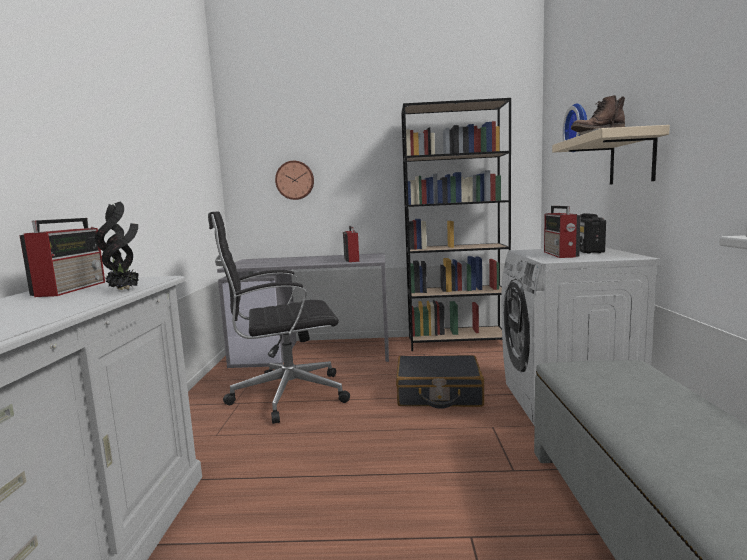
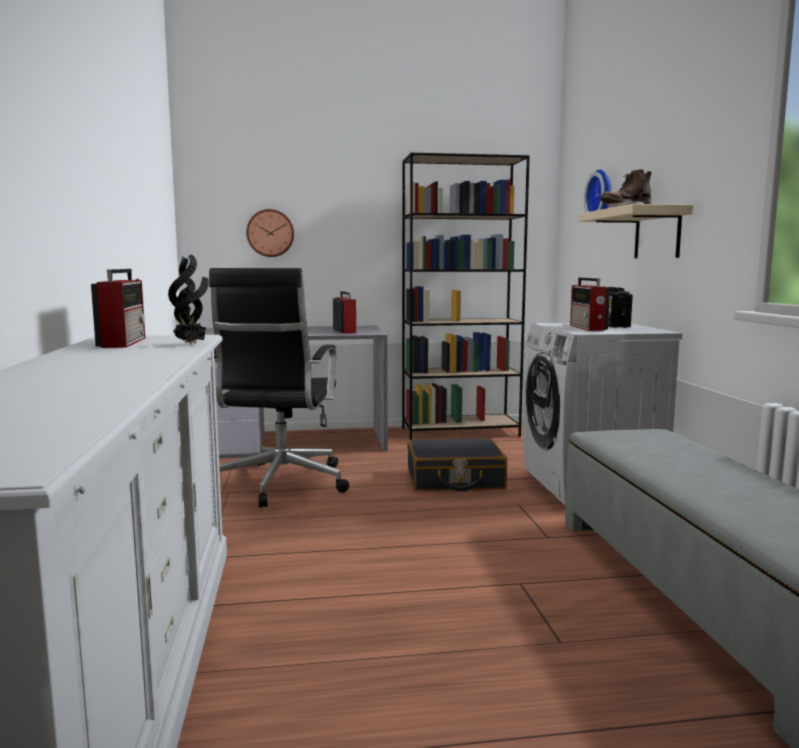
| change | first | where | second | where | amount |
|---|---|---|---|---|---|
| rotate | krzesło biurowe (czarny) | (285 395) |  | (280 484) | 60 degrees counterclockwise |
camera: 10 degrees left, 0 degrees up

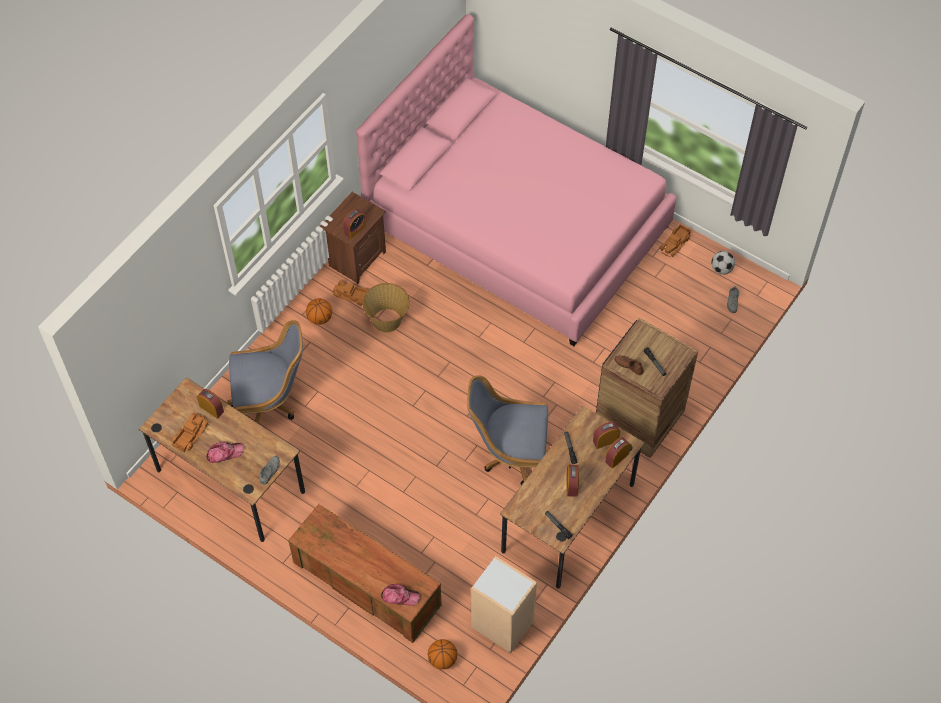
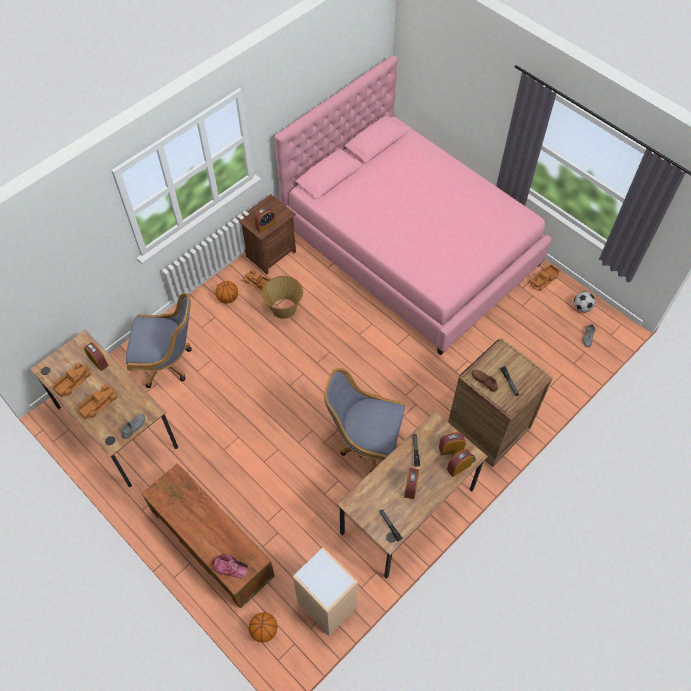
| change | first | where | second | where | amount |
|---|---|---|---|---|---|
| replace | czapka z daszkiem | (224 453) | ciężarówka zabawkowa | (98 403) |  |
camera: 10 degrees right, 0 degrees up

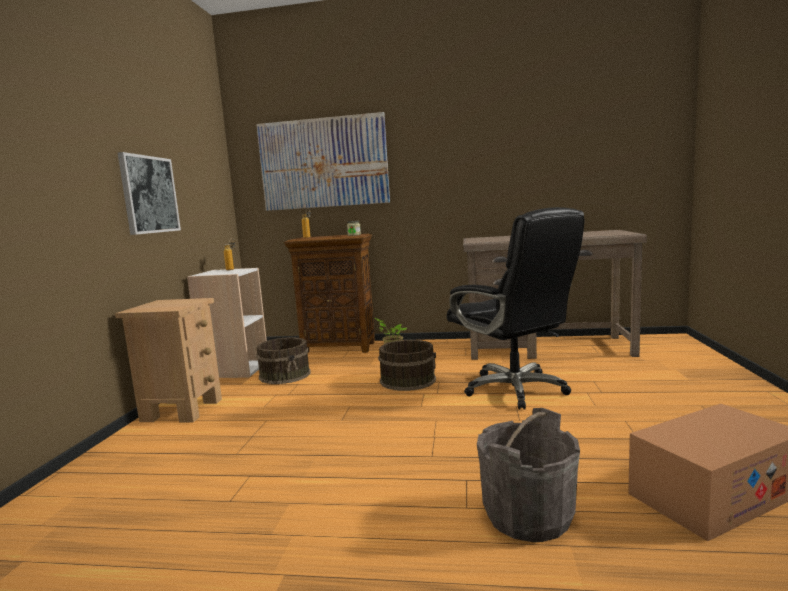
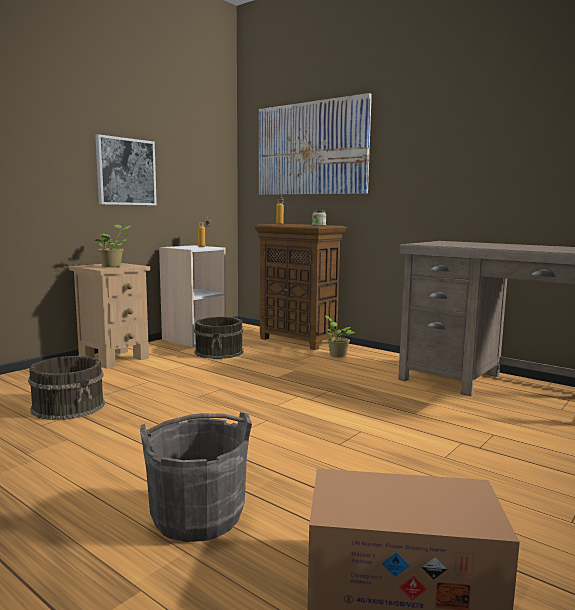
| change | first | where | second | where | amount |
|---|---|---|---|---|---|
| move | wiadro (brązowy) | (408 380) |  | (69 406) |  |
| delete | krzesło biurowe (czarny) | (513 388) |  |  |  |
| insert |  |  | roślina doniczkowa | (113 266) |  |
camera: 30 degrees right, 0 degrees up

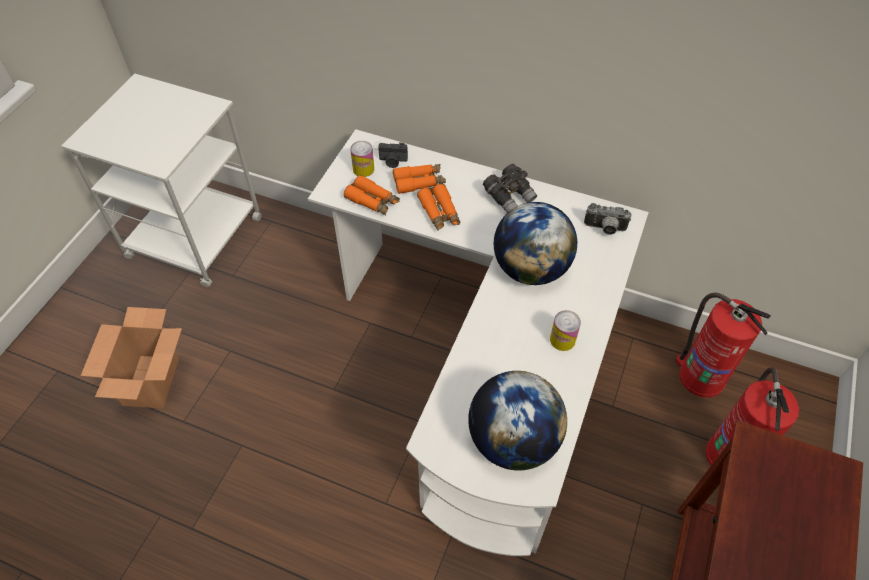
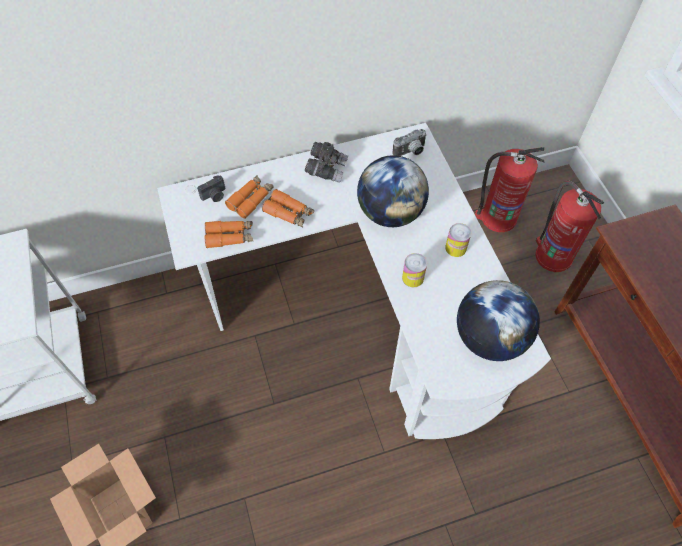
| change | first | where | second | where | amount |
|---|---|---|---|---|---|
| move | puszka | (363 169) |  | (413 278) |  |
camera: 40 degrees left, 5 degrees up

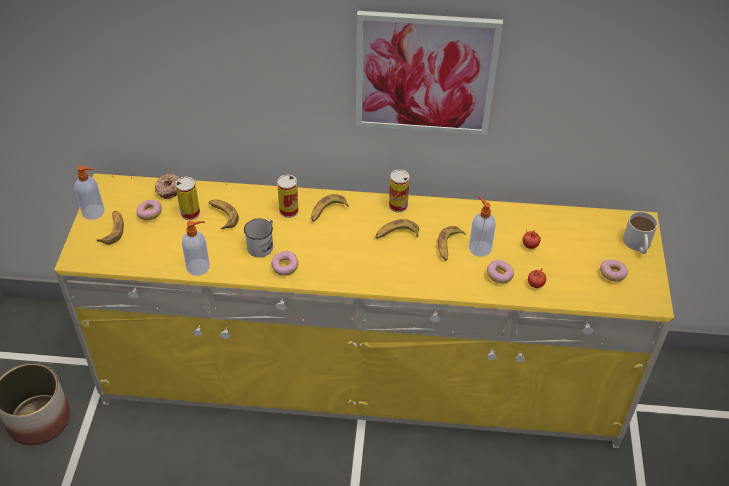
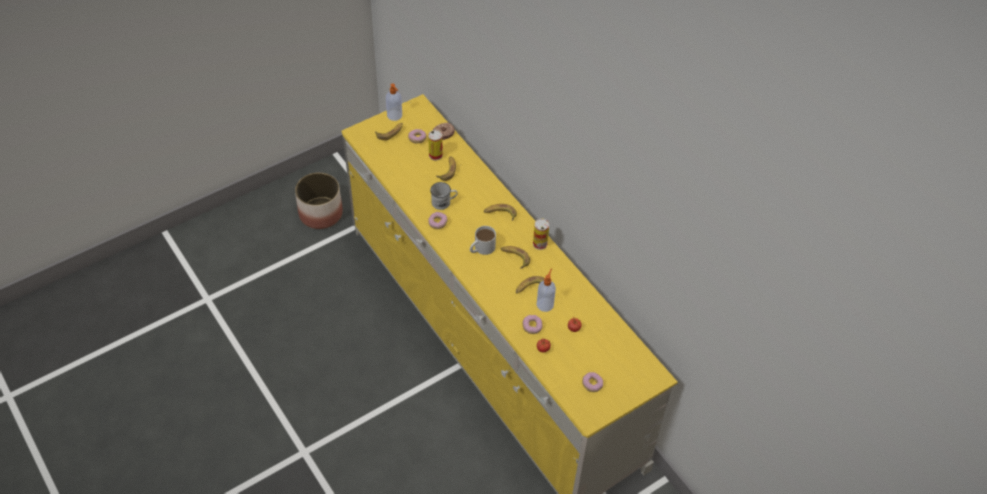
| change | first | where | second | where | amount |
|---|---|---|---|---|---|
| delete | dozownik mydła | (199 267) |  |  |  |
| delete | puszka | (289 211) |  |  |  |
| delete | obraz | (425 73) |  |  |  |
| move | kubek (biały) | (638 245) |  | (481 248) |  |
camera: 50 degrees right, 5 degrees up

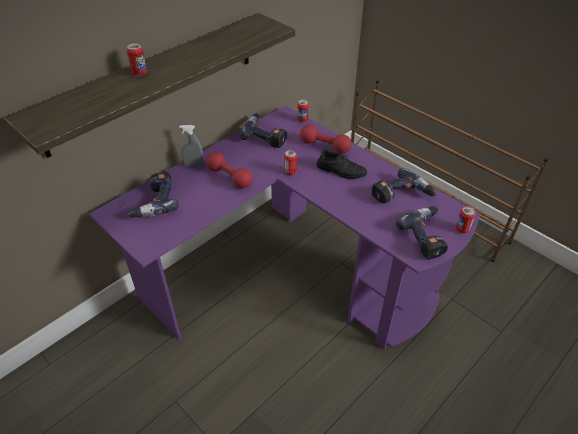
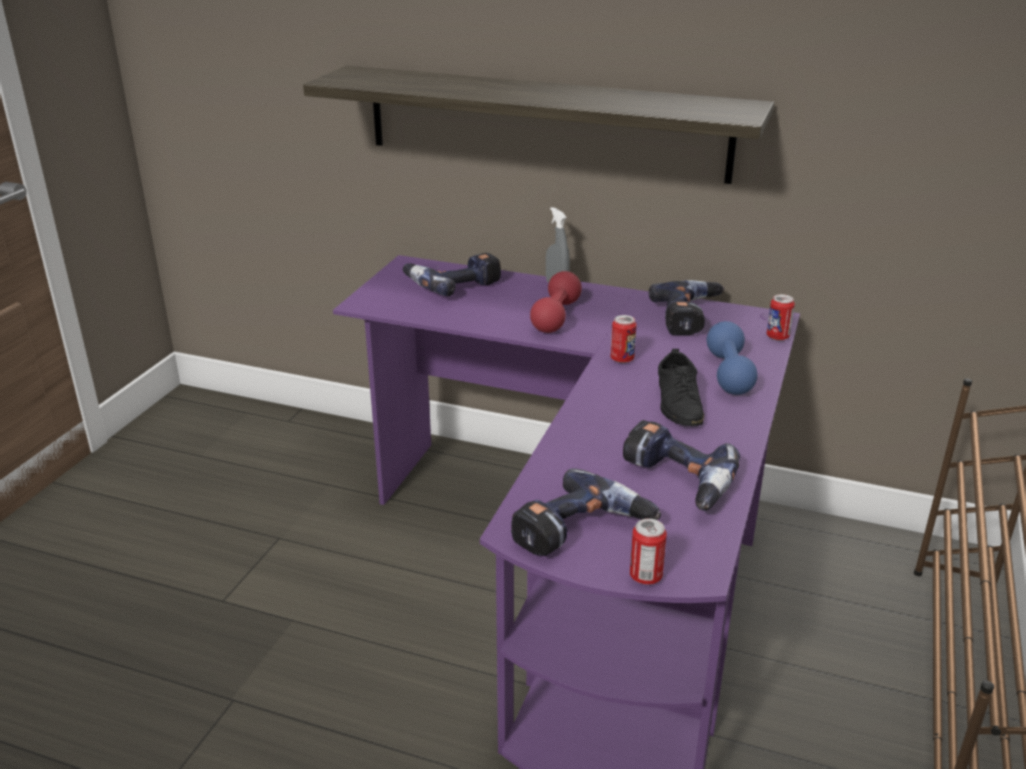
| change | first | where | second | where | amount |
|---|---|---|---|---|---|
| delete | puszka | (139 73) |  |  |  |
| recolor | hantel (czerwony) | (324 146) | hantel (niebieski) | (729 373) |  |
camera: 65 degrees right, 15 degrees down

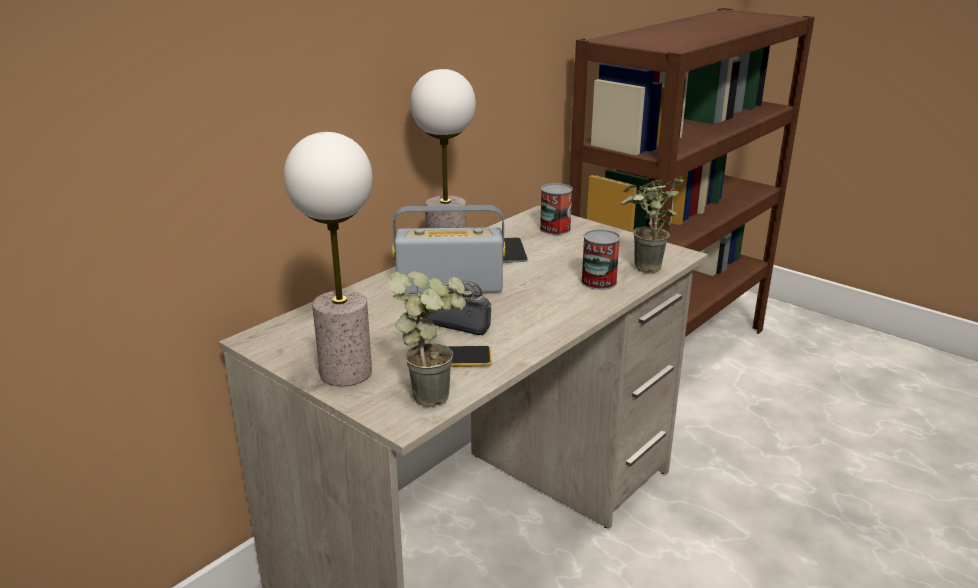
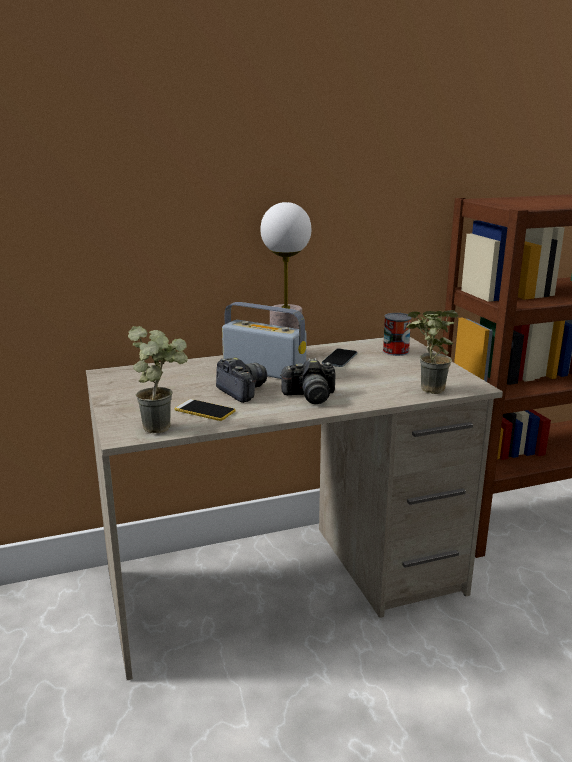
| change | first | where | second | where | amount |
|---|---|---|---|---|---|
| delete | lampa stołowa | (346 372) |  |  |  |
| delete | puszka | (598 282) |  |  |  |
| insert |  |  | aparat fotograficzny | (310 396) |  |
camera: 30 degrees right, 5 degrees down

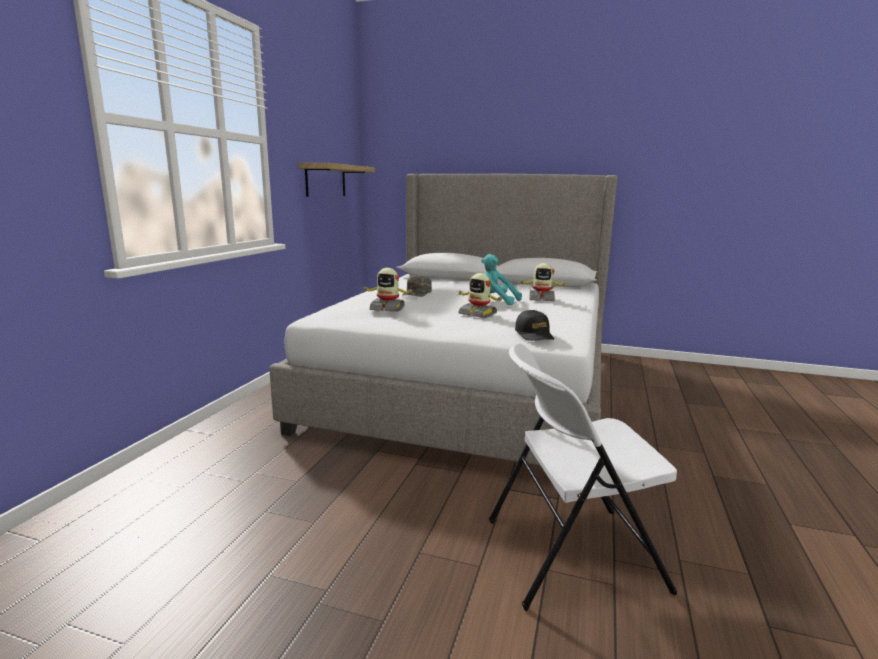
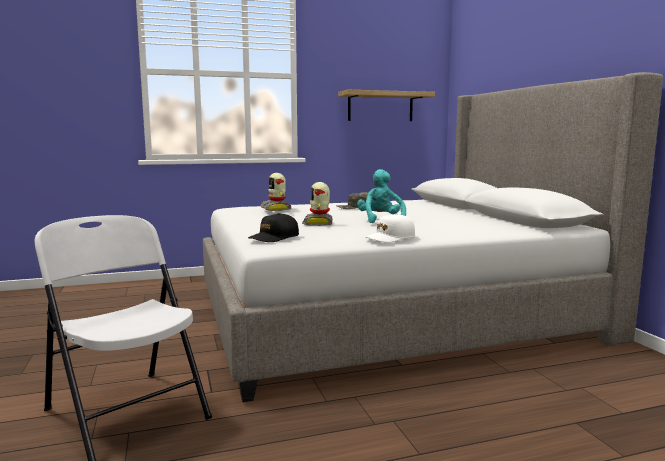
| change | first | where | second | where | amount |
|---|---|---|---|---|---|
| delete | robot zabawkowy | (541 299) |  |  |  |
| insert |  |  | czapka z daszkiem (biały) | (390 238) |  |
camera: 55 degrees right, 5 degrees down

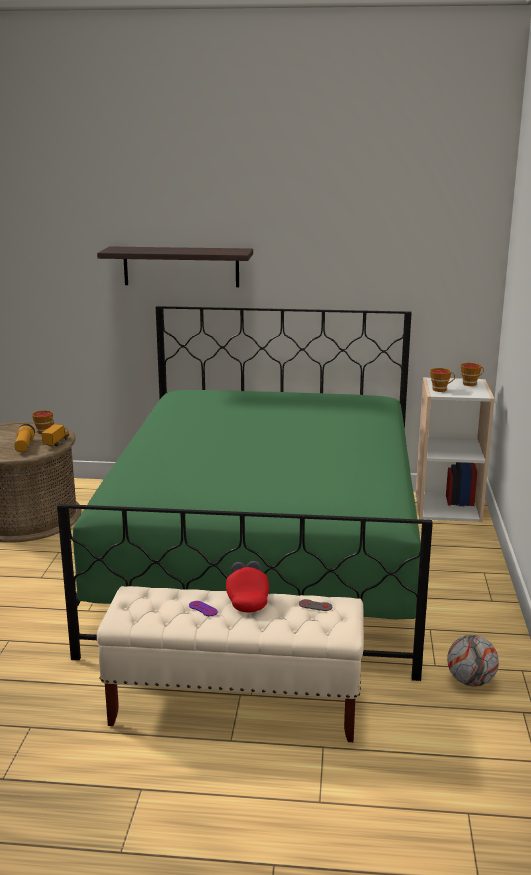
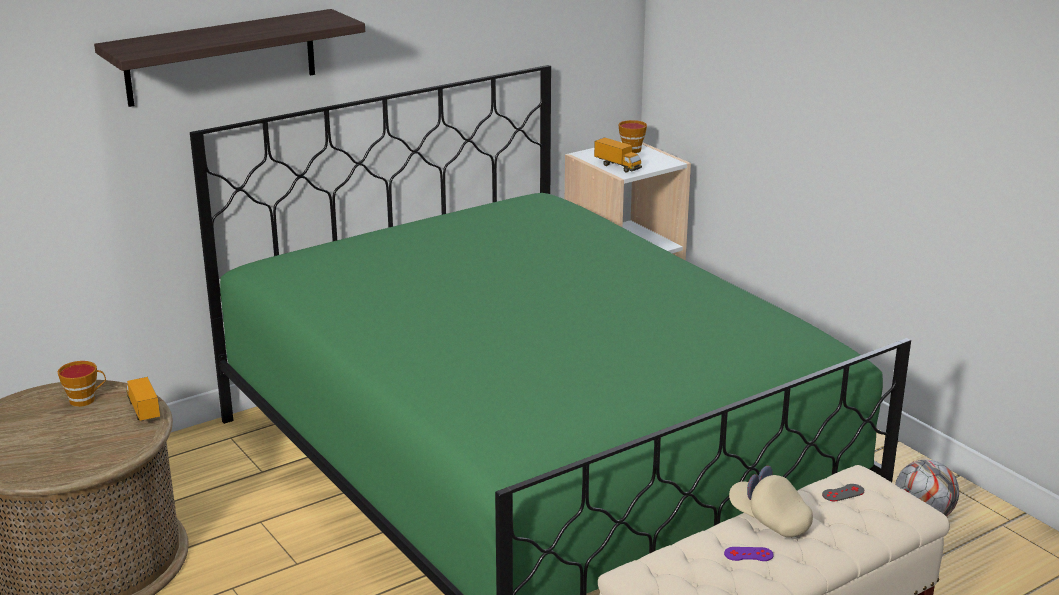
| change | first | where | second | where | amount |
|---|---|---|---|---|---|
| delete | latarka | (24 446) |  |  |  |
| recolor | czapka z daszkiem (czerwony) | (247 599) | czapka z daszkiem (beżowy) | (769 519) |  |
| replace | filiżanka | (441 389) | ciężarówka zabawkowa | (617 166) |  |
camera: 40 degrees left, 5 degrees up

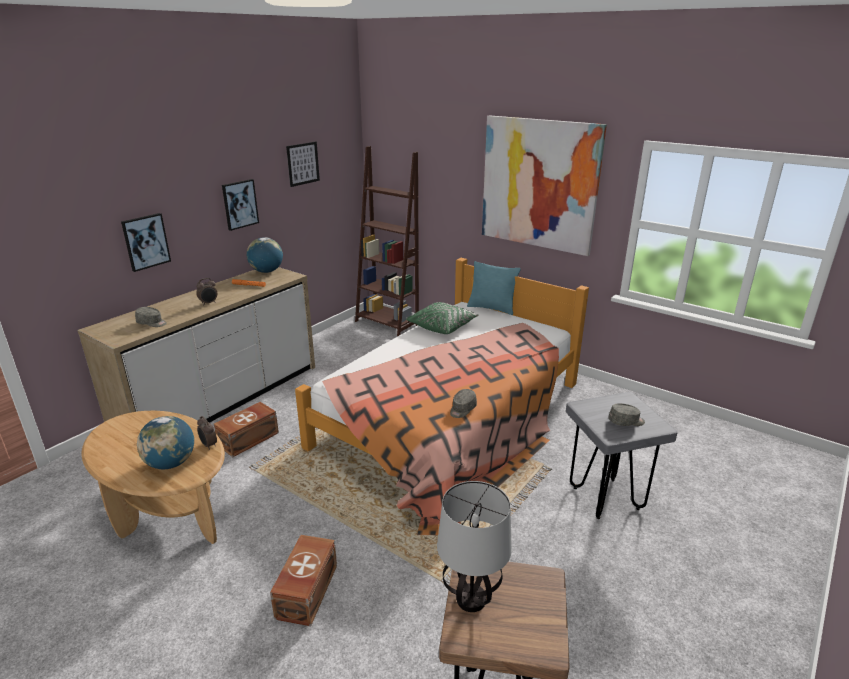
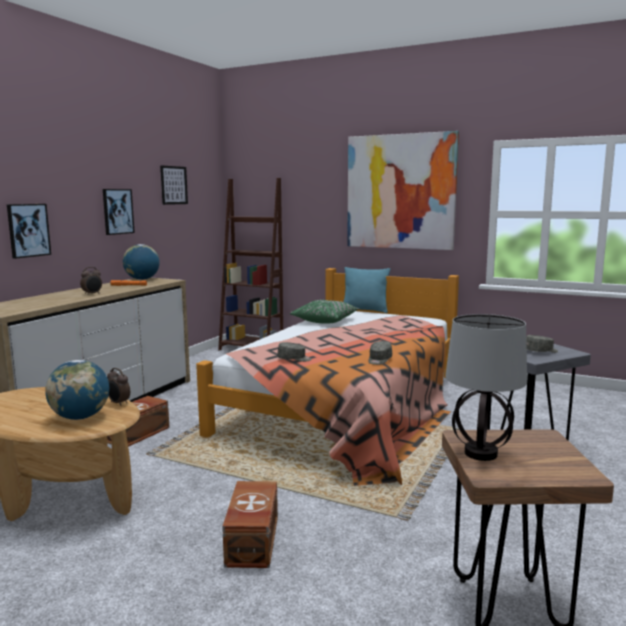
| change | first | where | second | where | amount |
|---|---|---|---|---|---|
| move | czapka z daszkiem (szary) | (152 323) |  | (294 359) |  |
camera: 10 degrees left, 15 degrees down

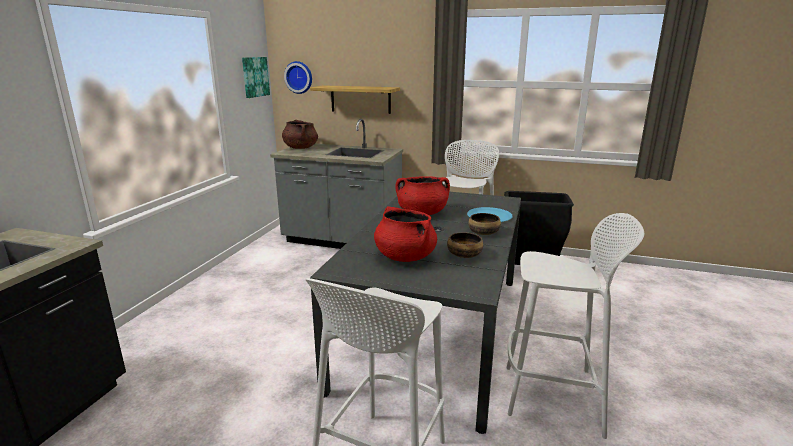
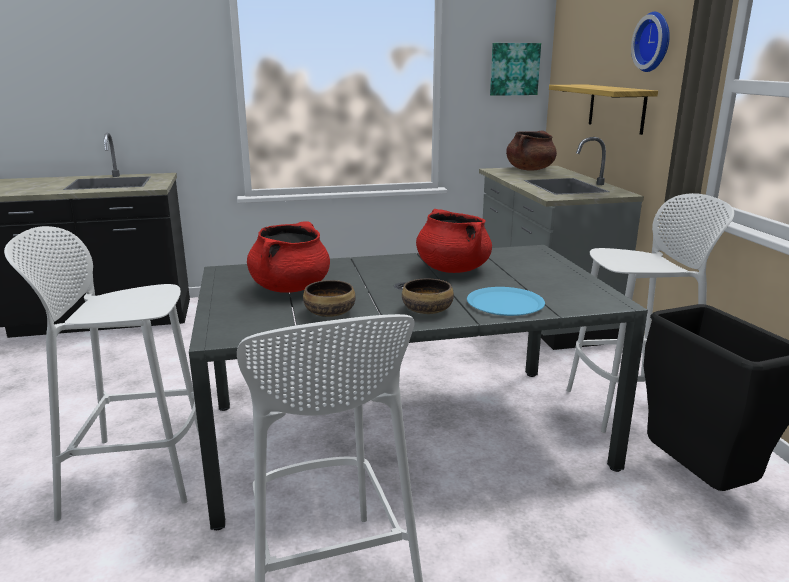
| change | first | where | second | where | amount |
|---|---|---|---|---|---|
| move | zegar ścienny | (299 77) |  | (655 42) |  |
camera: 60 degrees right, 0 degrees up

